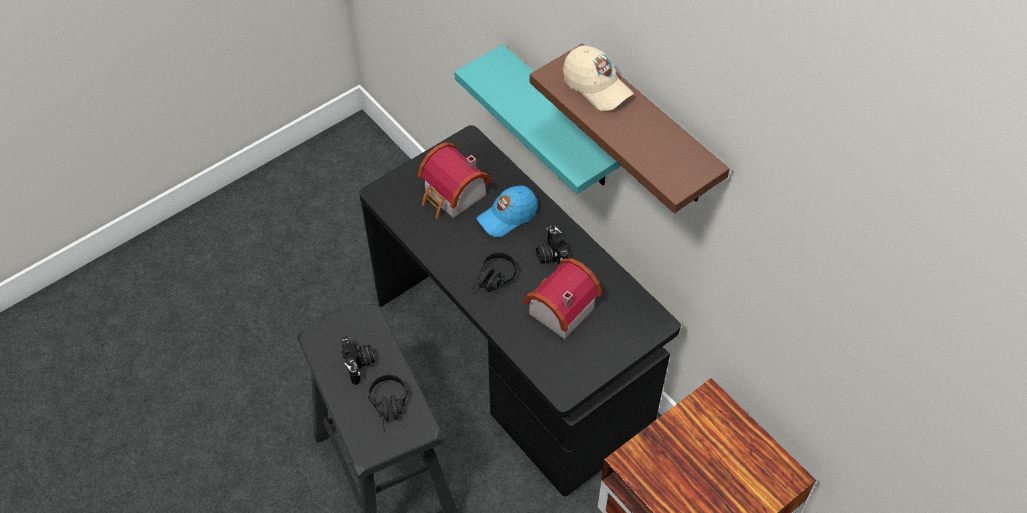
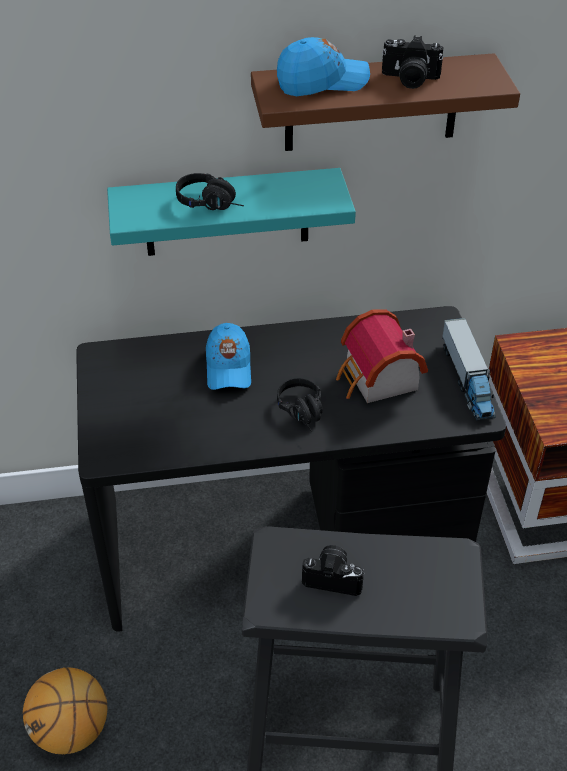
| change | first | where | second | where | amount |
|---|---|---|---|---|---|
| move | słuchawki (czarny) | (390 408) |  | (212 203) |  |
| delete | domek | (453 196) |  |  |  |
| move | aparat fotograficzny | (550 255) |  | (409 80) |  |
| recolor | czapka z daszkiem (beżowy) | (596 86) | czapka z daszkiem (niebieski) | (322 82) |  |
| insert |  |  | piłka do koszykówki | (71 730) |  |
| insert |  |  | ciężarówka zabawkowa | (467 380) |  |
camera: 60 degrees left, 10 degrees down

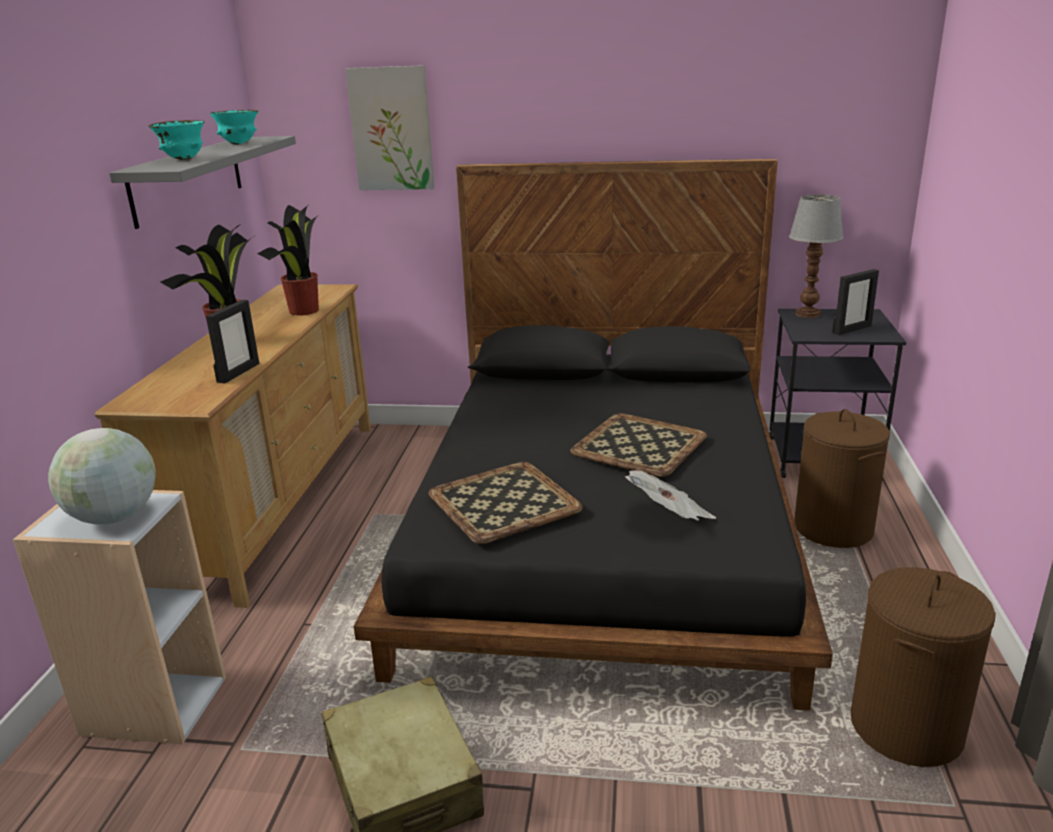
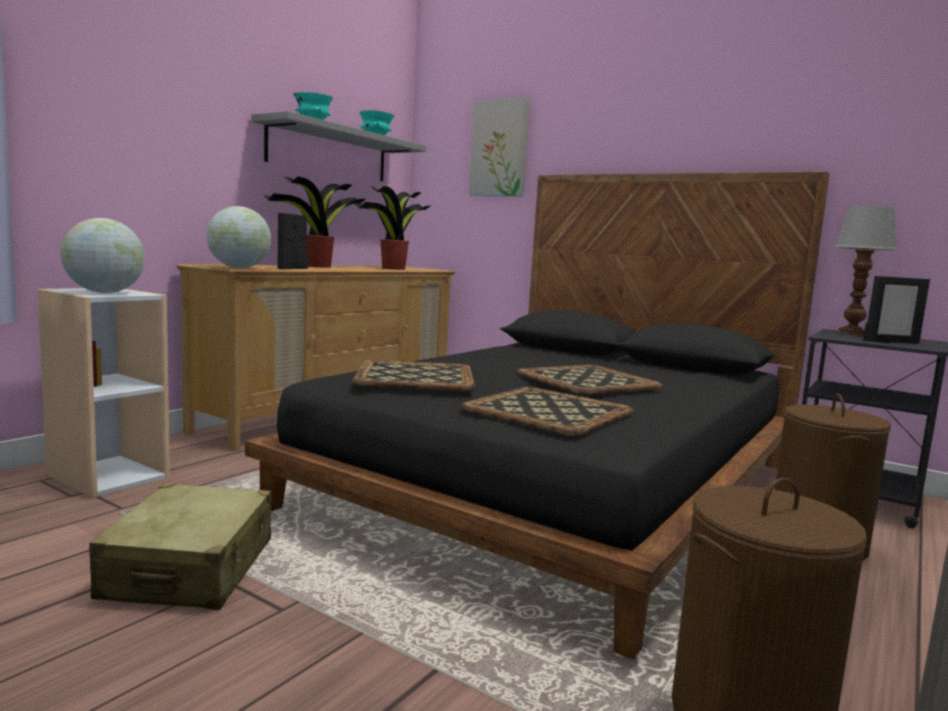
| change | first | where | second | where | amount |
|---|---|---|---|---|---|
| rotate | ramka na zdjęcie | (238 372) |  | (293 268) | 150 degrees clockwise |
| replace | gazeta | (669 517) | taca | (550 411) |  |
| insert |  |  | globus | (239 268) |  |
camera: 25 degrees right, 15 degrees down

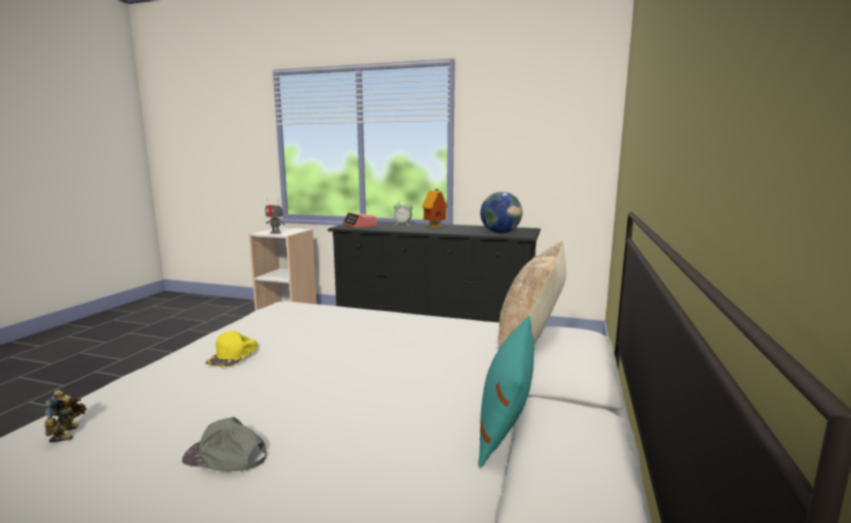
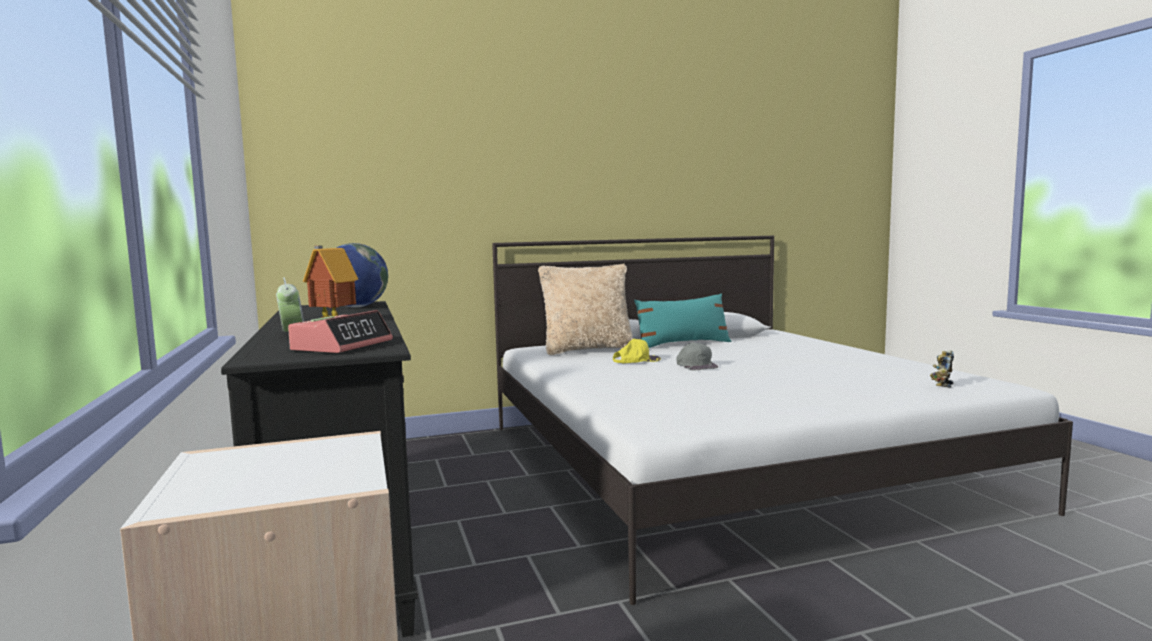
| change | first | where | second | where | amount |
|---|---|---|---|---|---|
| move | czapka z daszkiem (szary) | (226 456) |  | (696 365) |  |
| move | czapka z daszkiem (żółty) | (234 356) |  | (636 360) |  |
| delete | robot zabawkowy | (275 233) |  |  |  |
camera: 125 degrees left, 5 degrees down

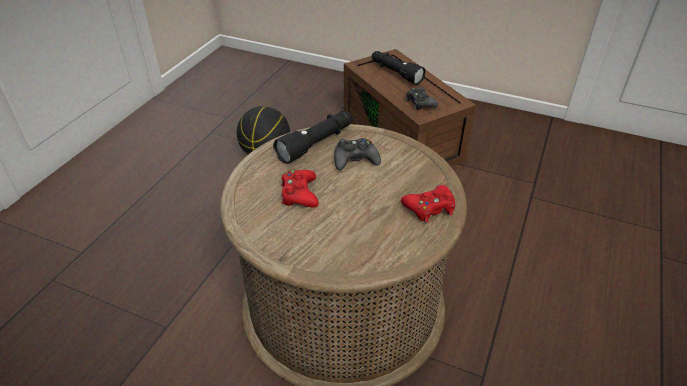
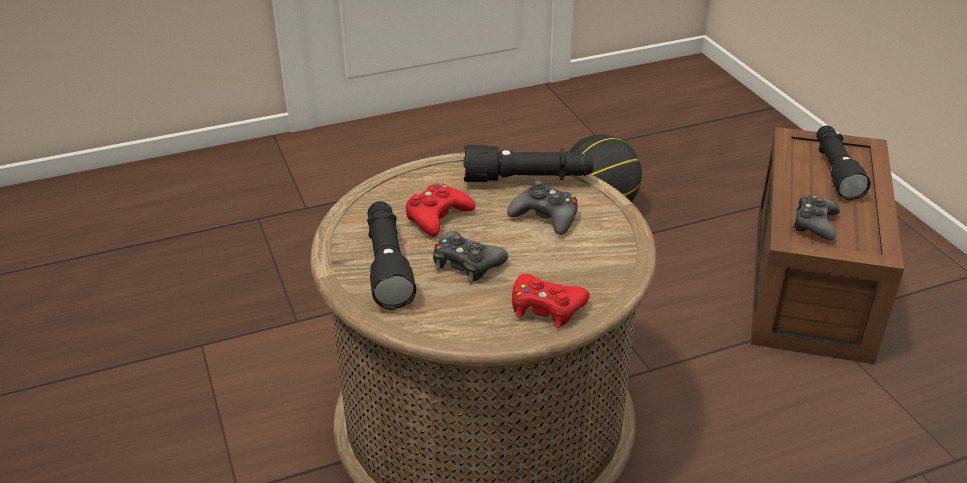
| change | first | where | second | where | amount |
|---|---|---|---|---|---|
| insert |  |  | latarka (czarny) | (387 264) |  |
| insert |  |  | pad do gier (czarny) | (466 264) |  |
camera: 45 degrees right, 5 degrees down

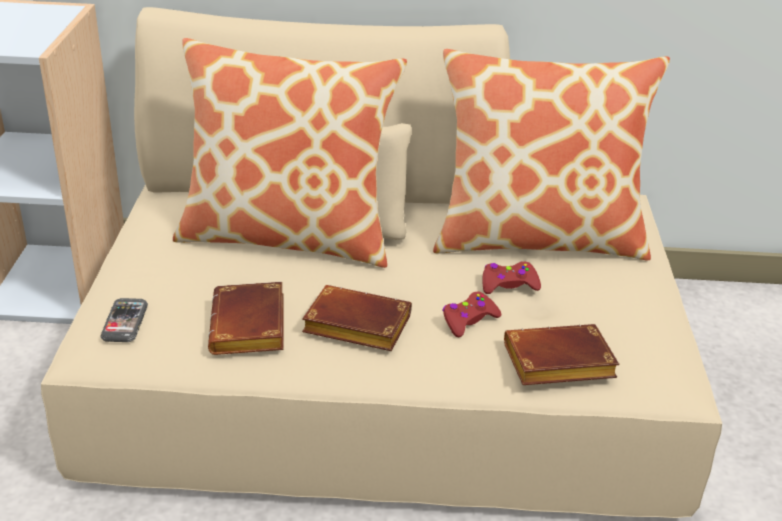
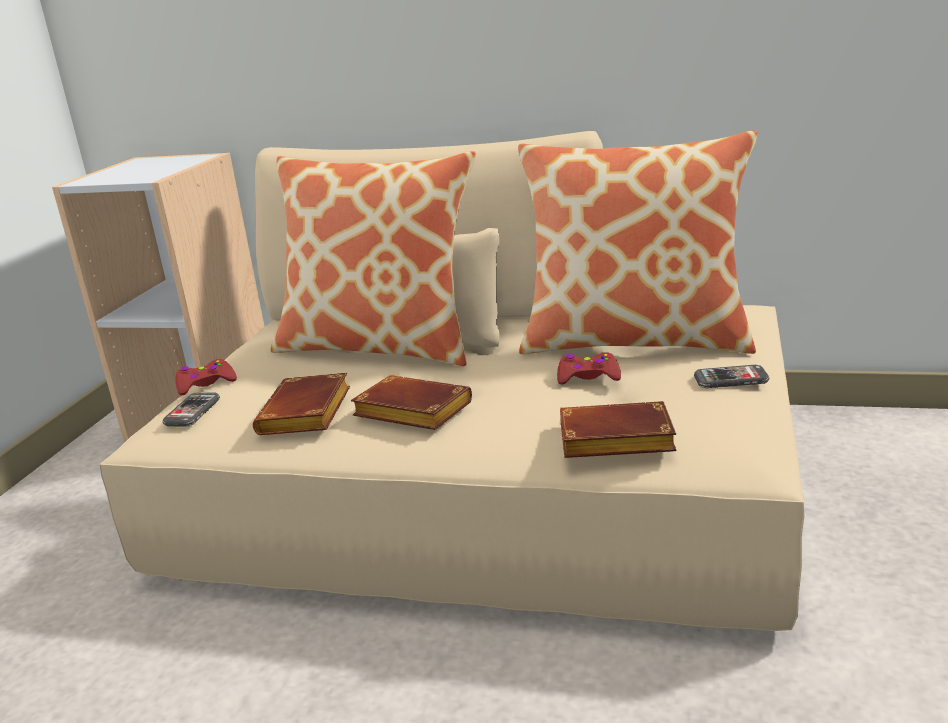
| change | first | where | second | where | amount |
|---|---|---|---|---|---|
| move | pad do gier (czerwony) | (468 320) |  | (205 384) |  |
| insert |  |  | telefon | (731 379) |  |
camera: 15 degrees right, 10 degrees down

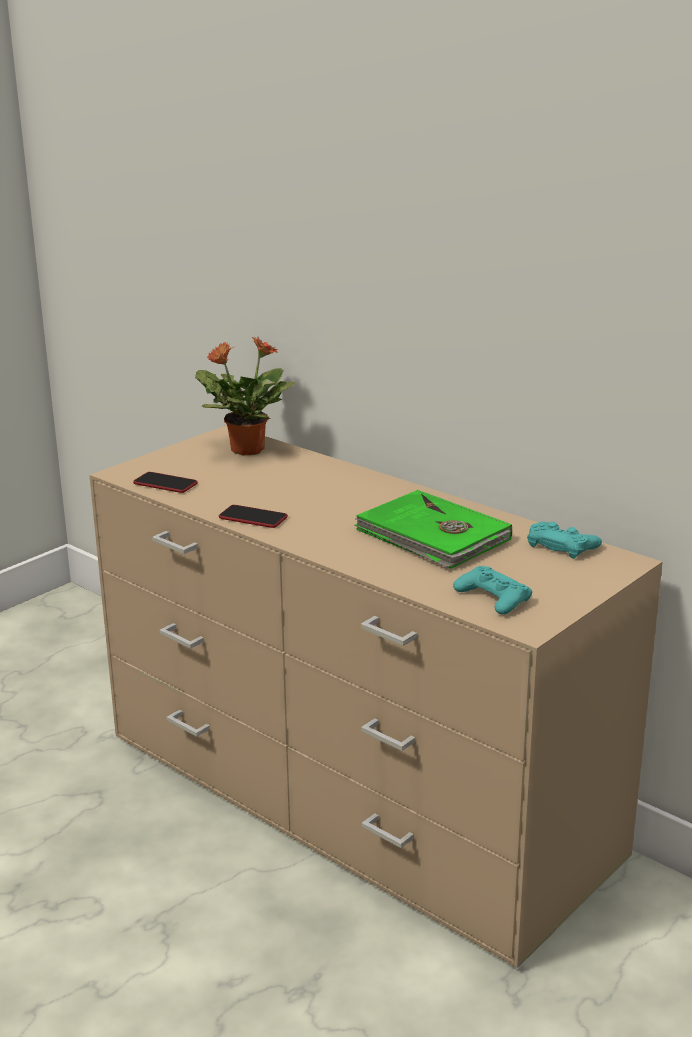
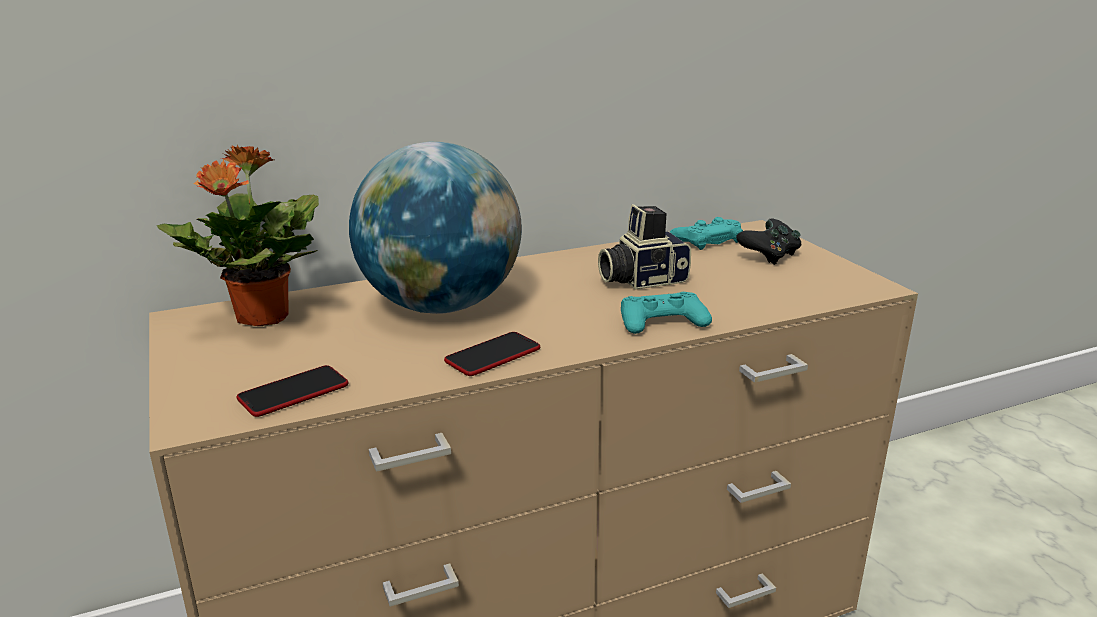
| change | first | where | second | where | amount |
|---|---|---|---|---|---|
| replace | książka (zielony) | (432 536) | aparat fotograficzny | (641 279) |  |
| move | pad do gier (turkusowy) | (493 597) |  | (662 322) |  |
| insert |  |  | globus | (441 306) |  |
| insert |  |  | pad do gier (czarny) | (769 256) |  |
camera: 65 degrees left, 0 degrees up

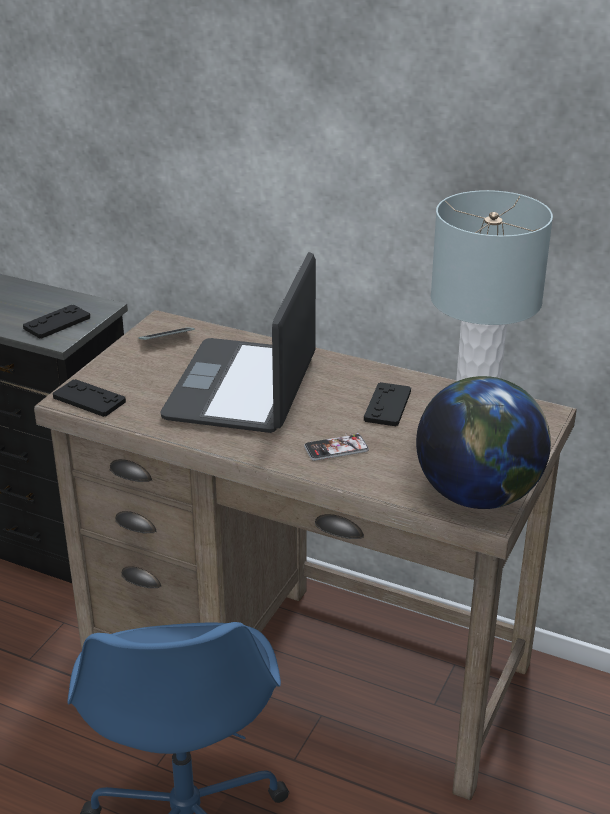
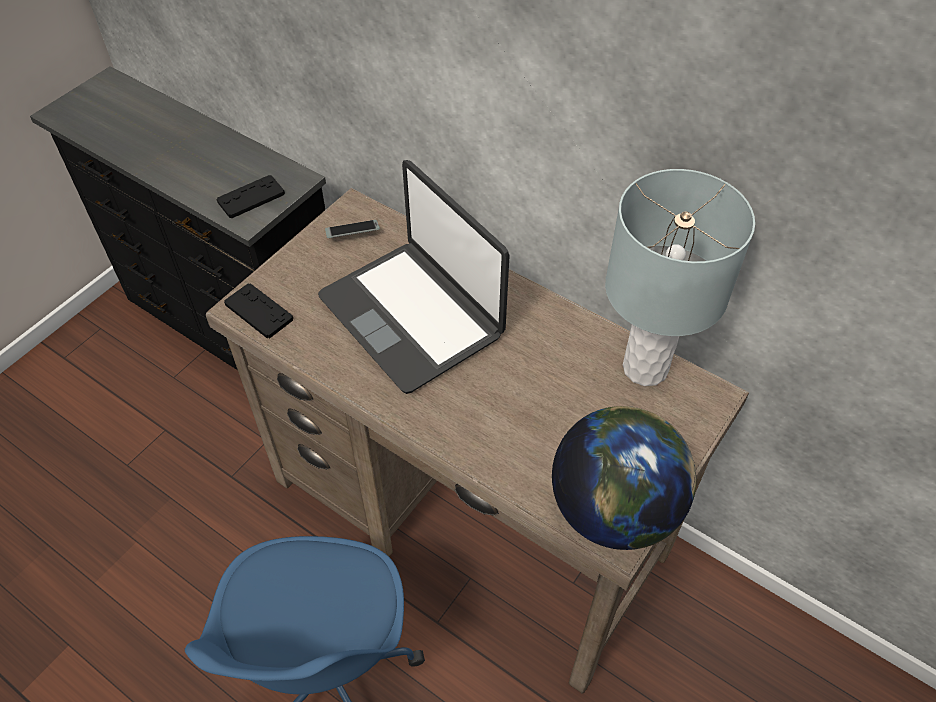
| change | first | where | second | where | amount |
|---|---|---|---|---|---|
| rotate | laptop | (243 388) |  | (412 315) | 60 degrees counterclockwise |
| delete | telefon | (336 448) |  |  |  |
| delete | pad do gier (czarny) | (387 405) |  |  |  |
camera: 10 degrees right, 20 degrees up

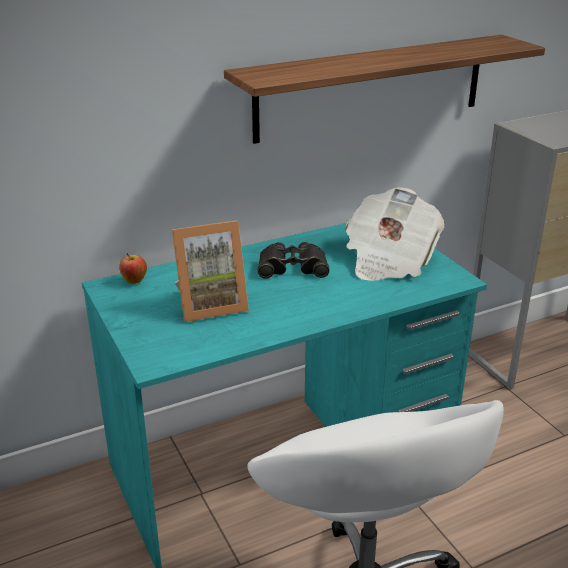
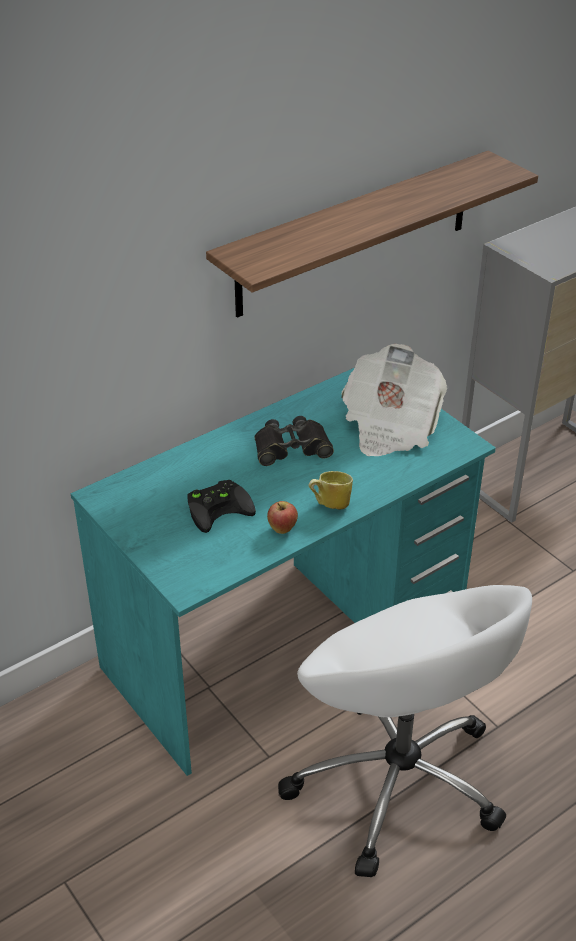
| change | first | where | second | where | amount |
|---|---|---|---|---|---|
| move | jabłko | (134 281) |  | (282 529) |  |
| replace | ramka na zdjęcie | (210 304) | pad do gier (czarny) | (219 507) |  |
| insert |  |  | kubek | (329 504) |  |
camera: 10 degrees left, 10 degrees up

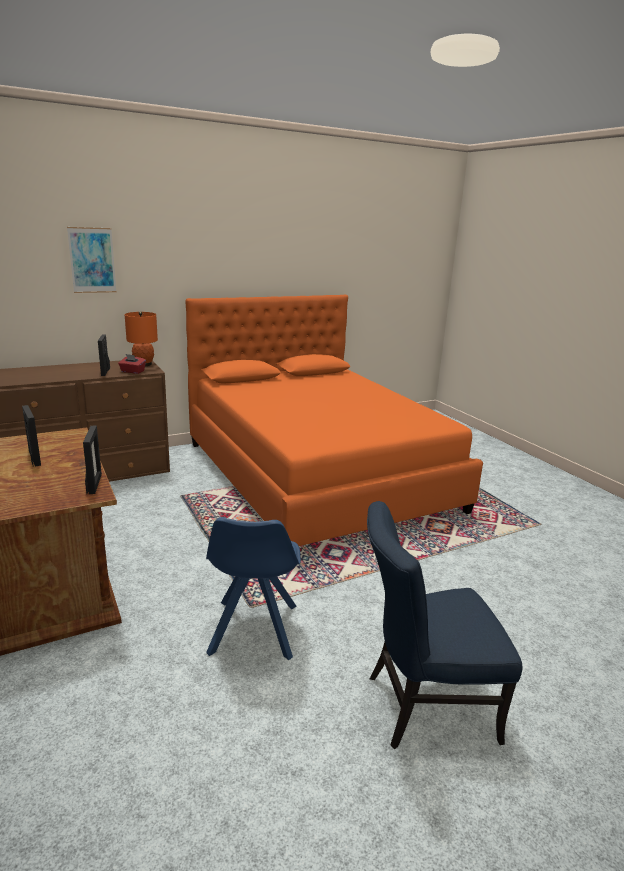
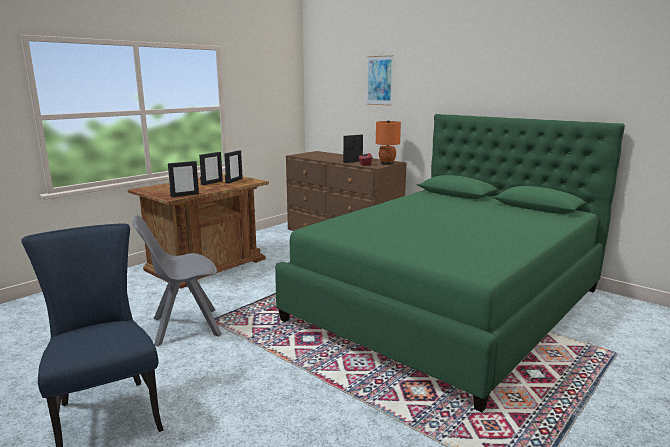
| change | first | where | second | where | amount |
|---|---|---|---|---|---|
| recolor | łóżko (pomarańczowy) | (317 475) | łóżko (zielony) | (448 304) |  |
| recolor | krzesło (niebieski) | (253 631) | krzesło (szary) | (184 327) |  |
| insert |  |  | ramka na zdjęcie | (234 181) |  |
camera: 70 degrees right, 5 degrees down

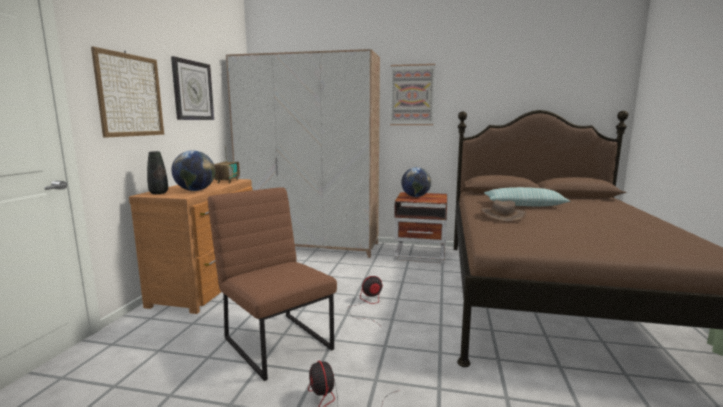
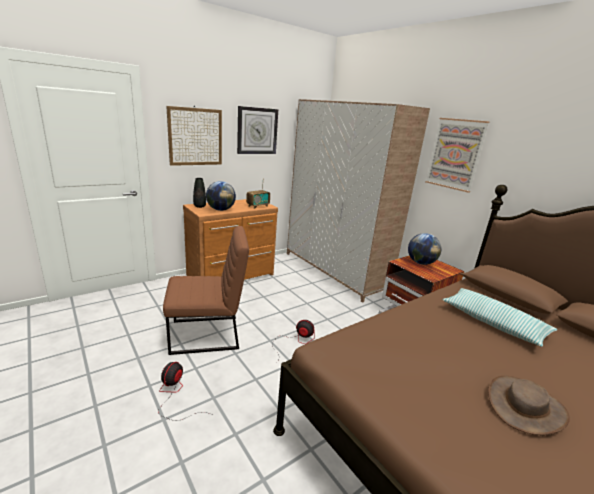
| change | first | where | second | where | amount |
|---|---|---|---|---|---|
| rotate | krzesło (brązowy) | (277 341) |  | (207 334) | 75 degrees clockwise |
| move | kapelusz (brązowy) | (502 215) |  | (525 406) |  |
camera: 40 degrees right, 10 degrees up

